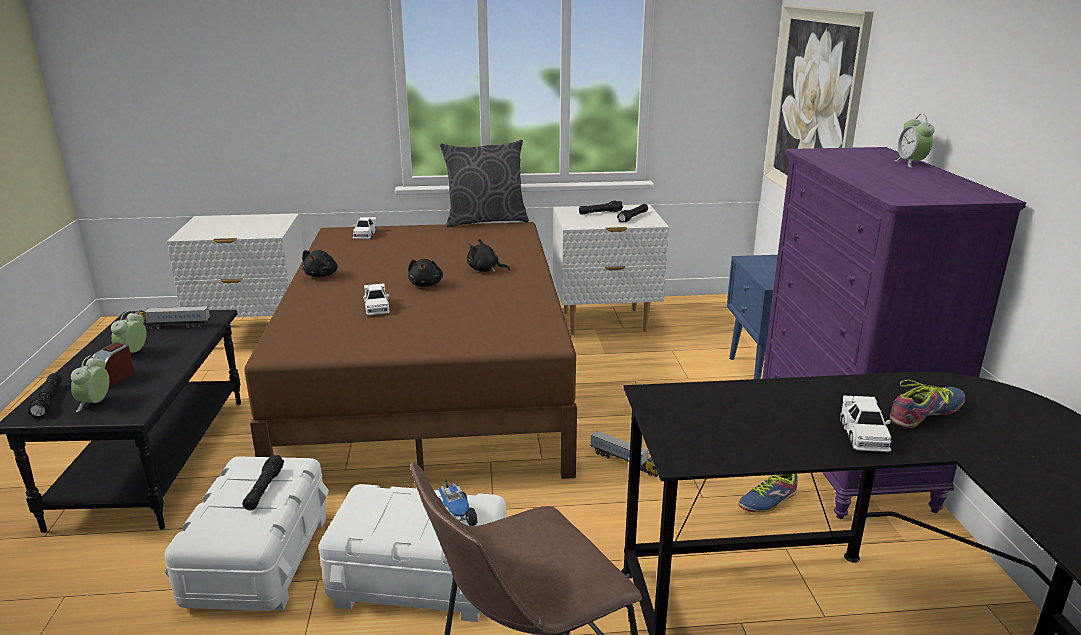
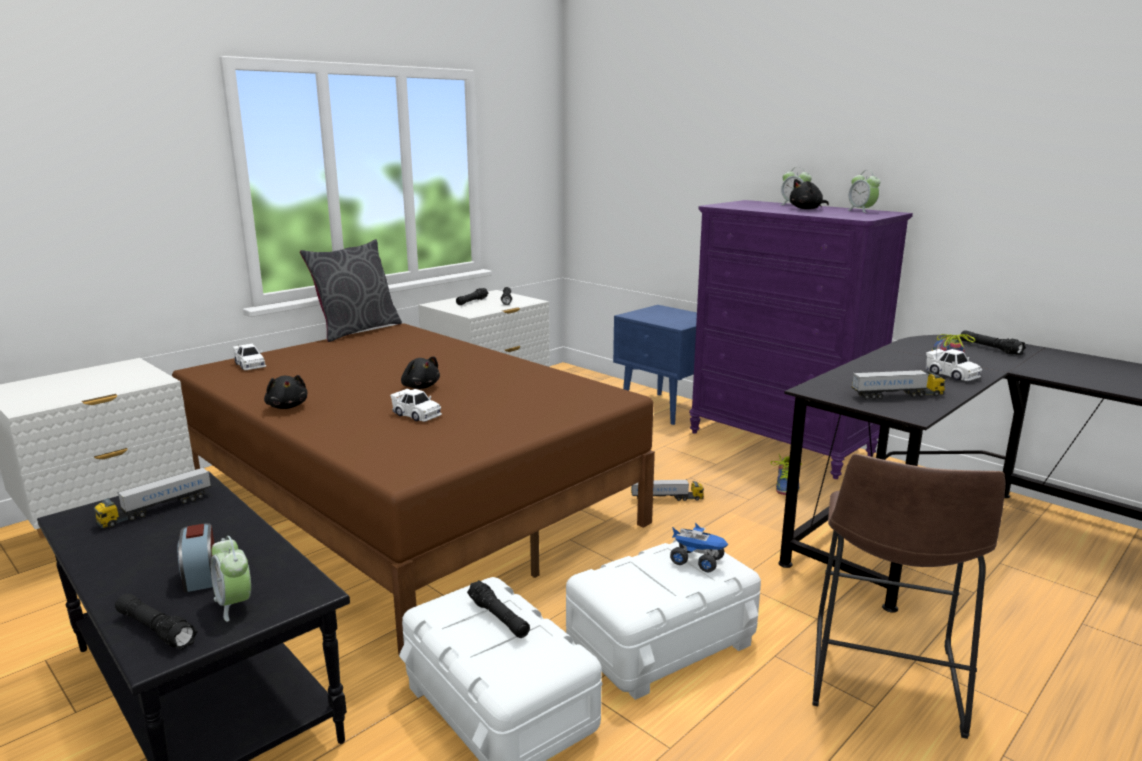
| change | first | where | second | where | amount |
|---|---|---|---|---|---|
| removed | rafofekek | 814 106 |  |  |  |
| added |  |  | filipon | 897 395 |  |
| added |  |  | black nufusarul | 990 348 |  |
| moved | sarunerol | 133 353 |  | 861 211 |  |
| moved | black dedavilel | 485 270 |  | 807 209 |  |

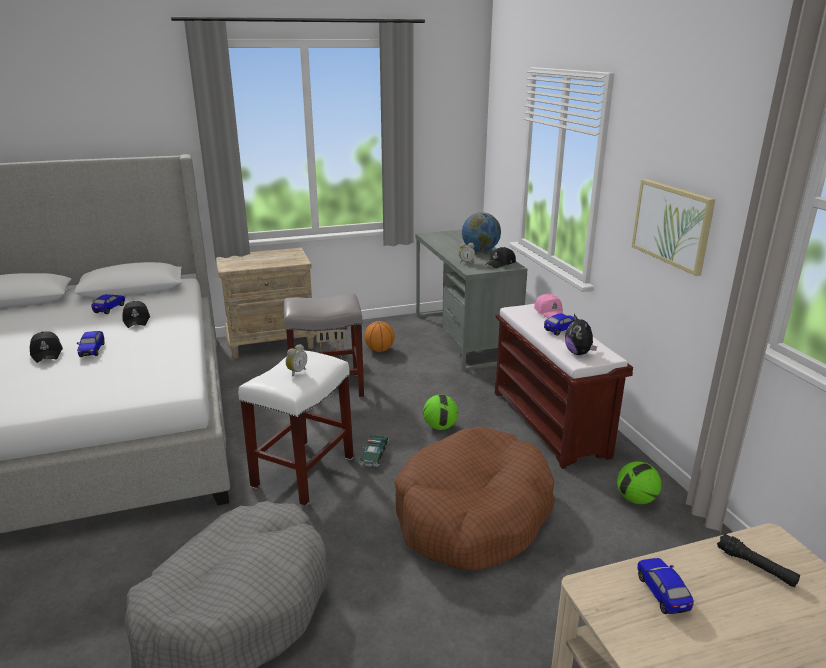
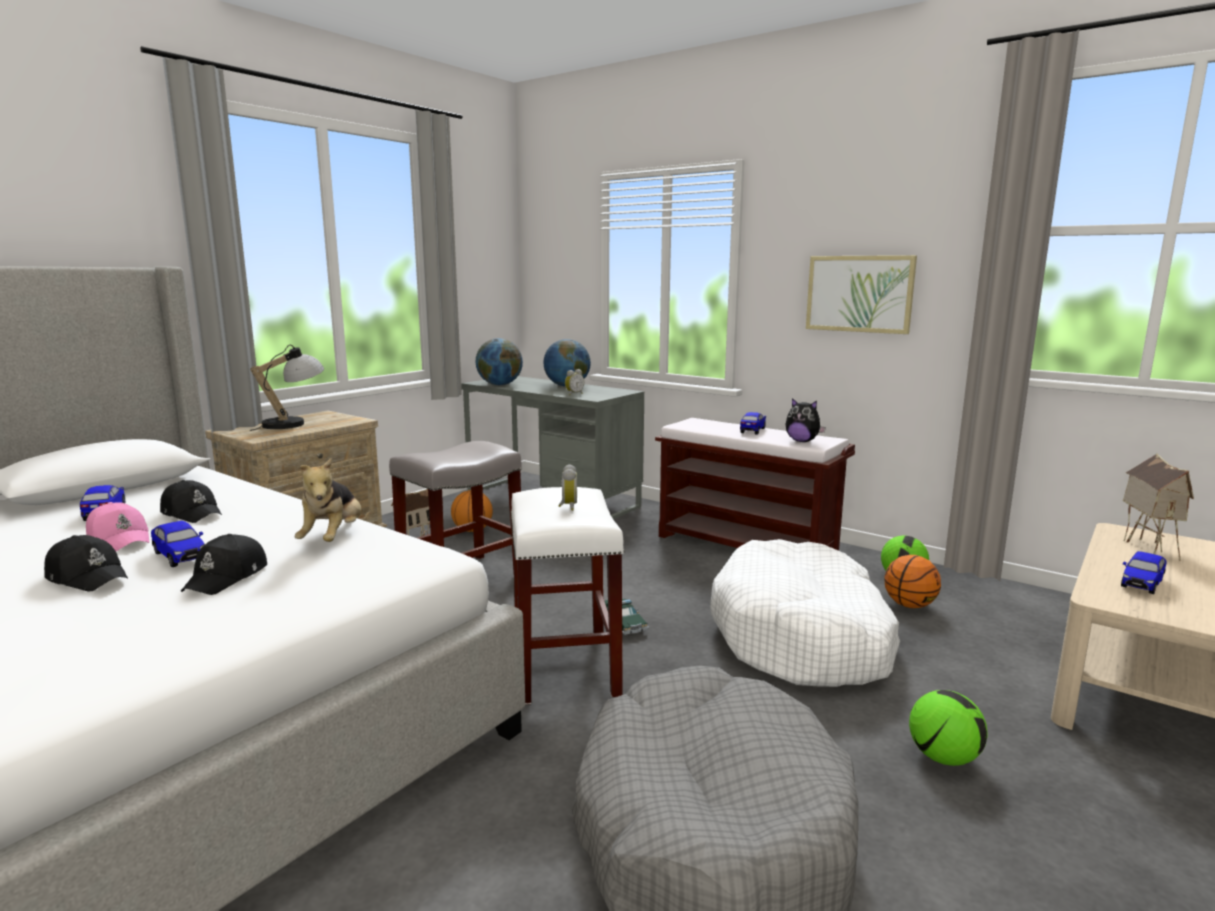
| change | first | where | second | where | amount |
|---|---|---|---|---|---|
| added |  |  | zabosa | 293 423 |  |
| added |  |  | dedavilel | 333 538 |  |
| added |  |  | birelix | 499 385 |  |
| added |  |  | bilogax | 909 605 |  |
| moved | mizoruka | 440 427 |  | 943 758 |  |
| moved | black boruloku | 501 263 |  | 227 577 |  |
| moved | pink boruloku | 549 312 |  | 120 539 |  |
| replaced | black nufusarul | 755 566 | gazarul | 1146 548 |  |
| recoloured | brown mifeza | 473 515 | white mifeza | 802 637 |  |
| turned | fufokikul | 662 593 |  | 1141 583 | 90 degrees counterclockwise |

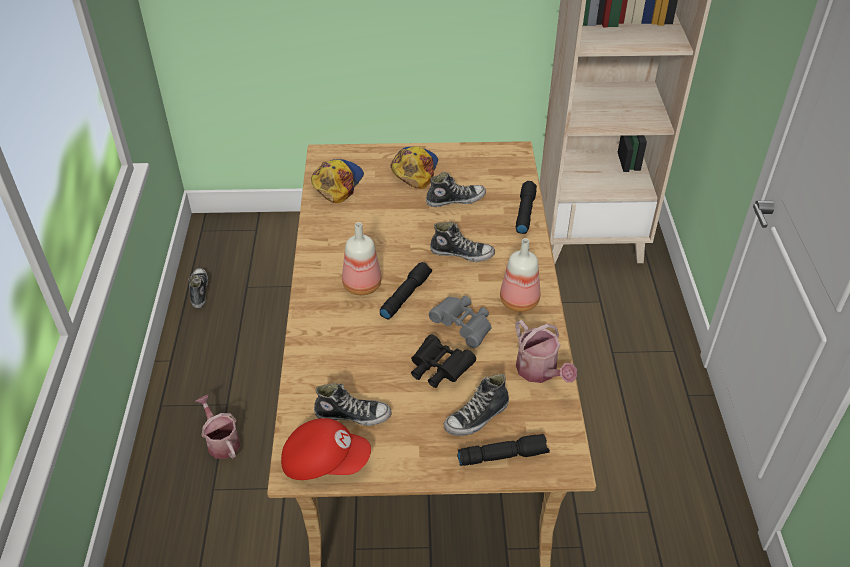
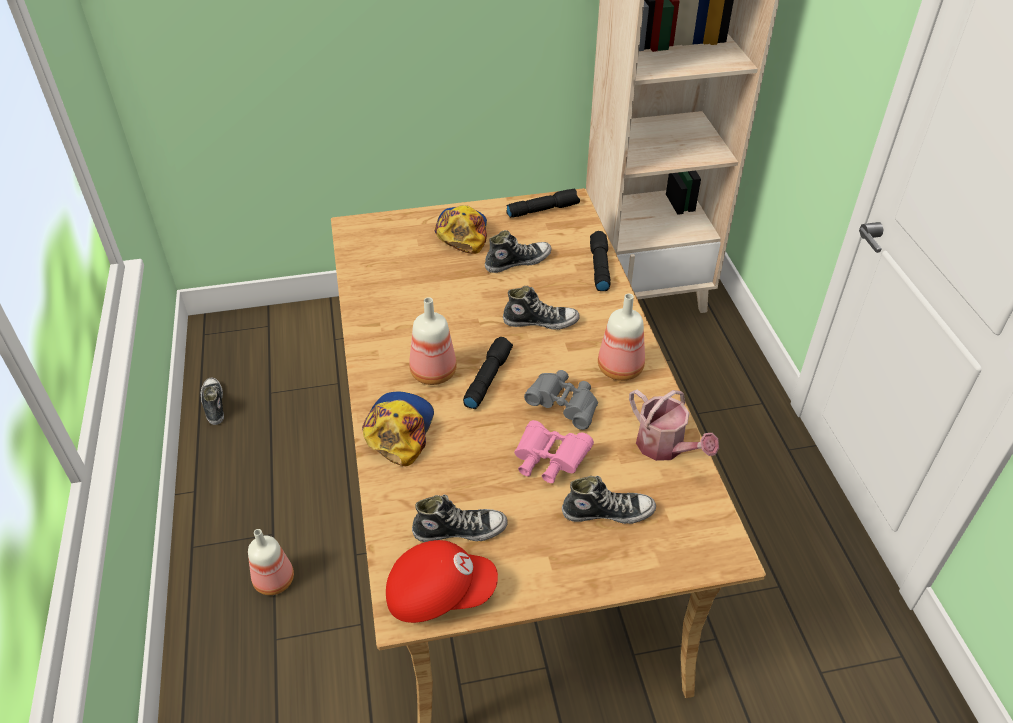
| change | first | where | second | where | amount |
|---|---|---|---|---|---|
| moved | boruloku | 337 182 |  | 399 430 |  |
| moved | black nufusarul | 503 455 |  | 543 209 |  |
| replaced | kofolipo | 221 441 | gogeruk | 274 579 |  |
| recoloured | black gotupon | 438 370 | pink gotupon | 548 461 |  |
| turned | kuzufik | 477 417 |  | 607 512 | 135 degrees counterclockwise |

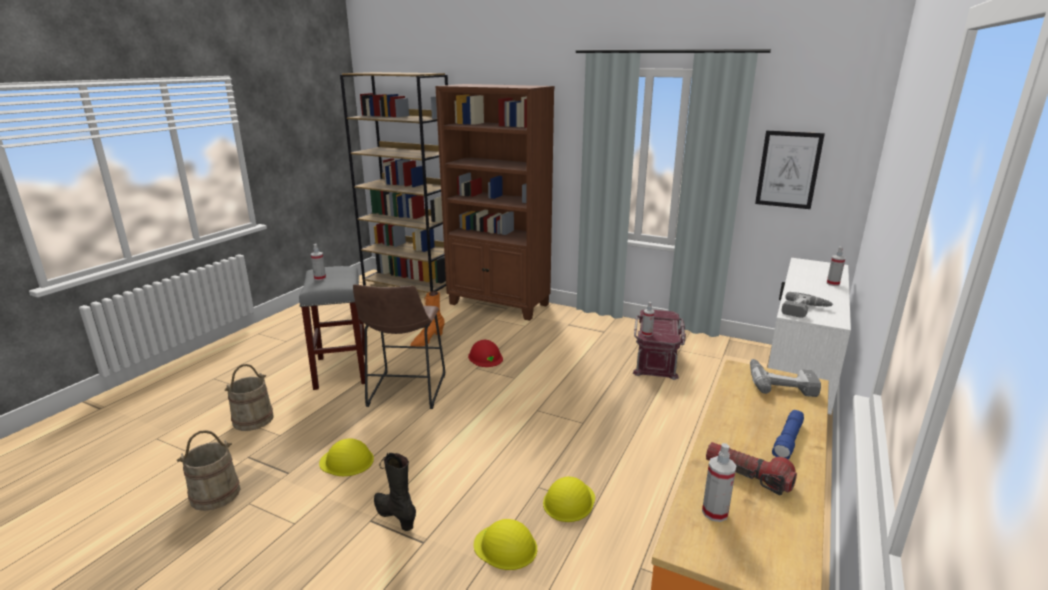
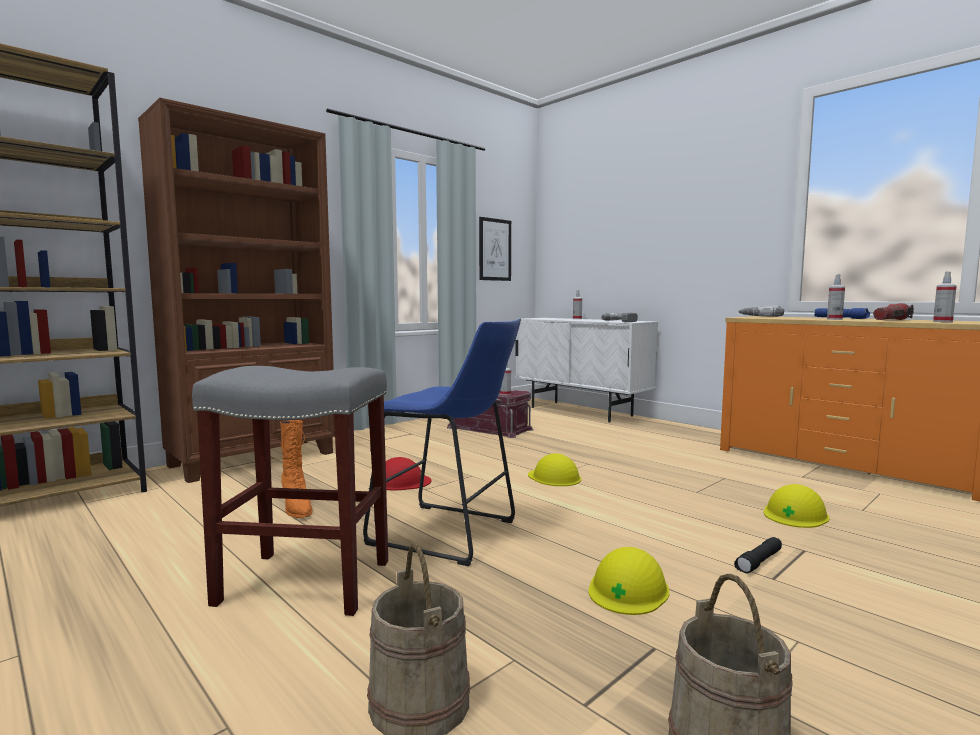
| change | first | where | second | where | amount |
|---|---|---|---|---|---|
| moved | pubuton | 320 278 |  | 834 319 |  |
| moved | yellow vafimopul | 569 501 |  | 554 477 |  |
| replaced | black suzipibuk | 395 516 | black nufusarul | 759 562 |  |
| recoloured | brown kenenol | 405 392 | blue kenenol | 450 534 |  |

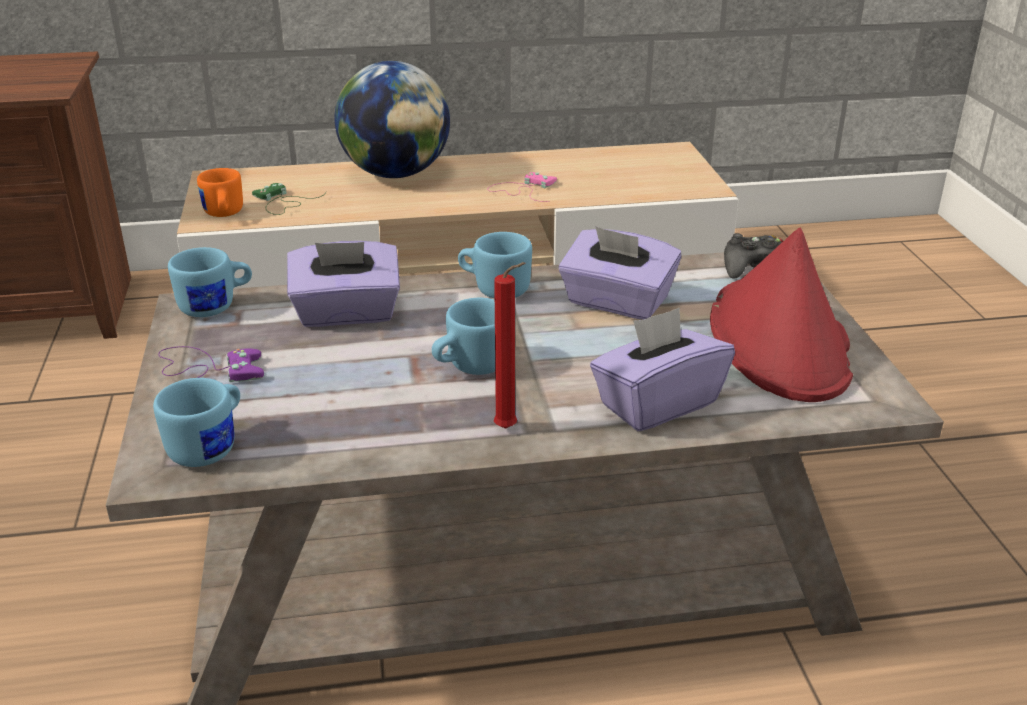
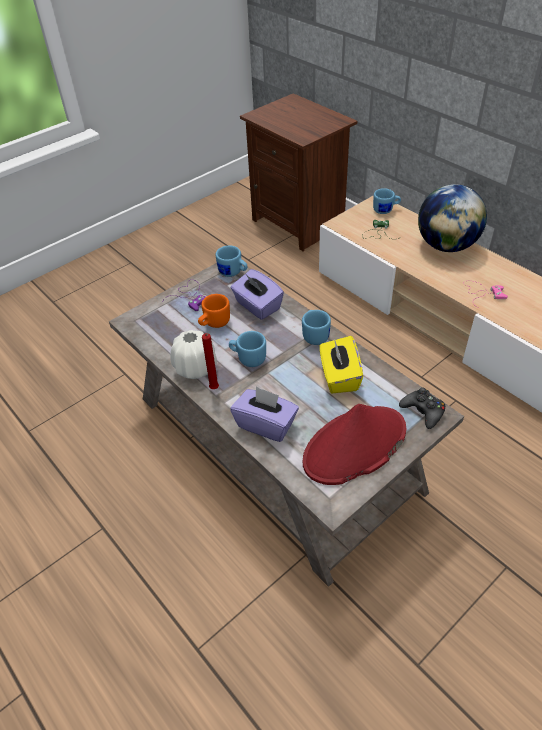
| change | first | where | second | where | amount |
|---|---|---|---|---|---|
| added |  |  | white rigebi | 195 368 |  |
| moved | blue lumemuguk | 211 446 |  | 386 210 |  |
| moved | orange lumemuguk | 223 214 |  | 214 323 |  |
| recoloured | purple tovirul | 616 302 | yellow tovirul | 339 377 |  |

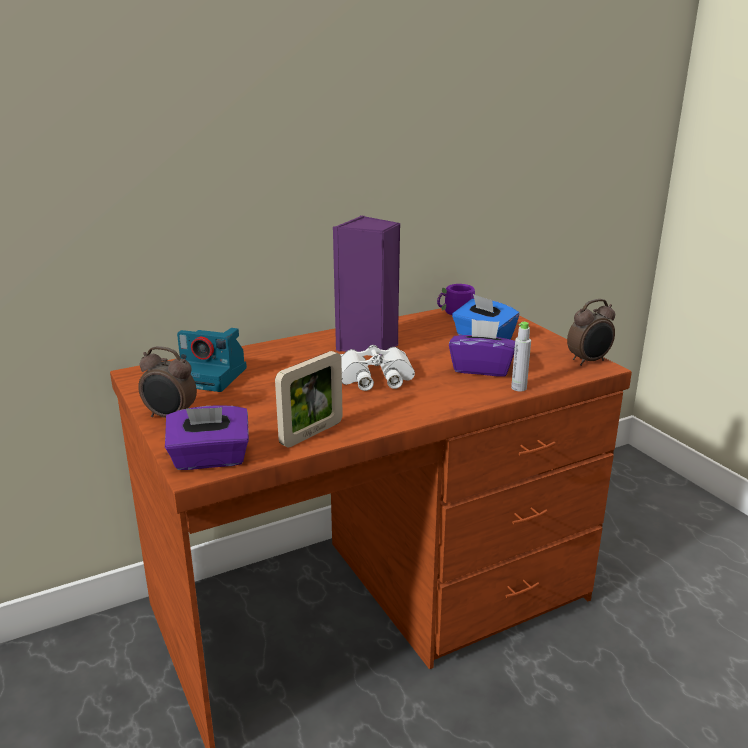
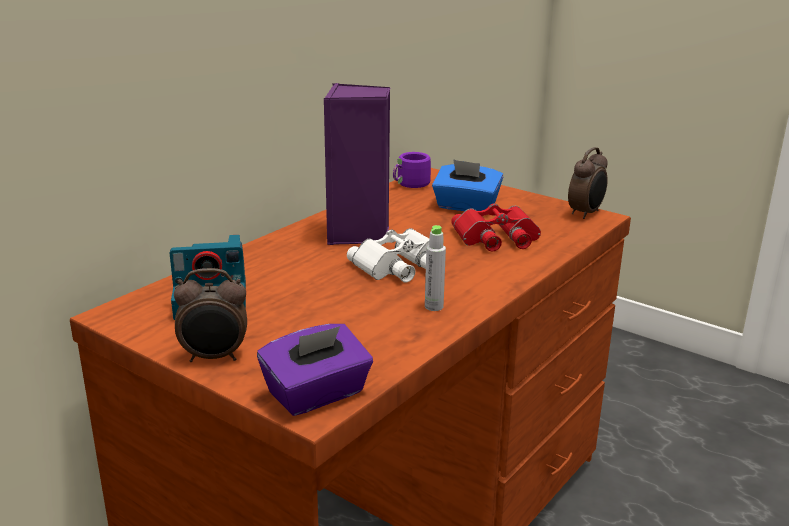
| change | first | where | second | where | amount |
|---|---|---|---|---|---|
| removed | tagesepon | 311 433 |  |  |  |
| moved | grey gogeruk | 519 388 |  | 434 306 |  |
| replaced | purple tovirul | 481 368 | red gotupon | 497 238 |  |

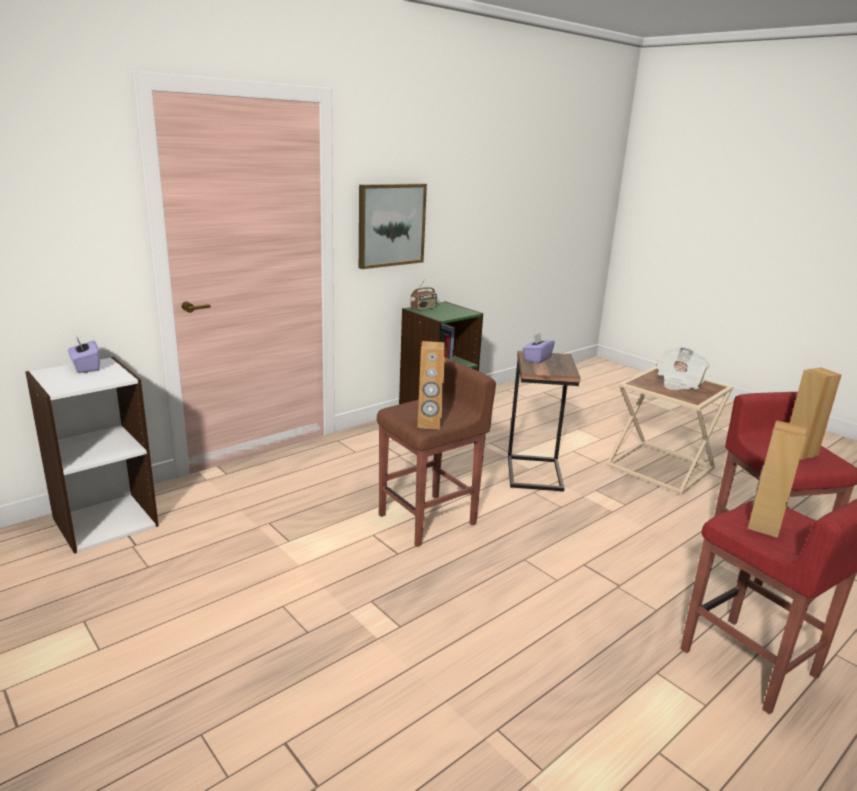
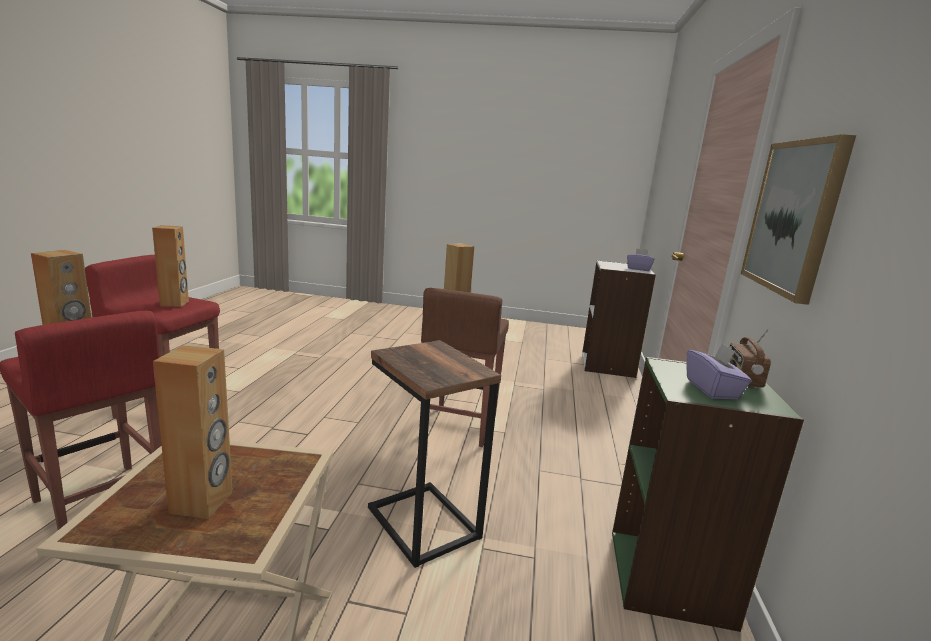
| change | first | where | second | where | amount |
|---|---|---|---|---|---|
| moved | purple tovirul | 537 359 |  | 712 389 |  |
| replaced | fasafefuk | 678 382 | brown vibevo | 202 502 |  |

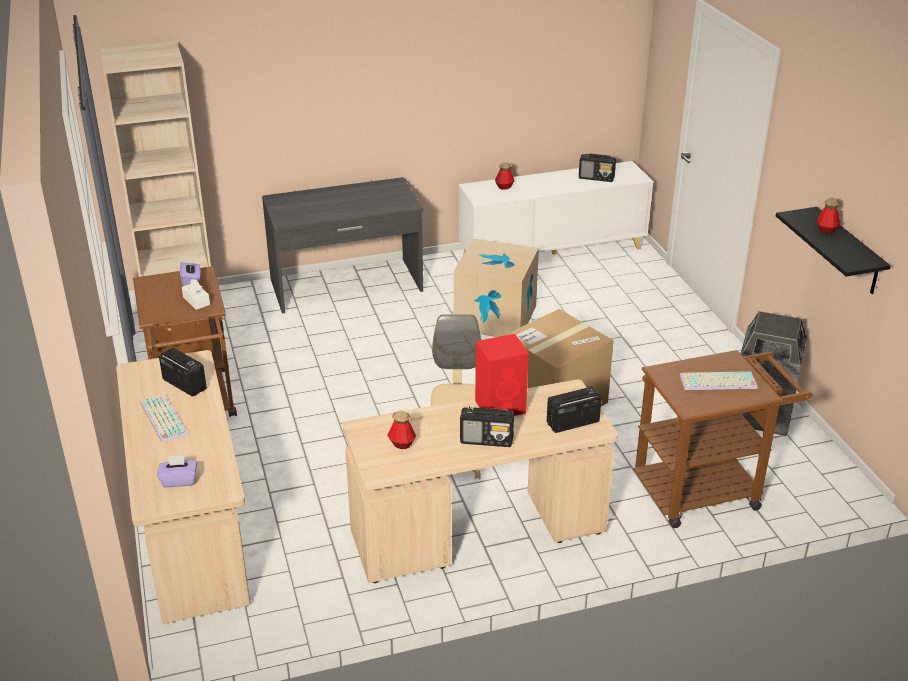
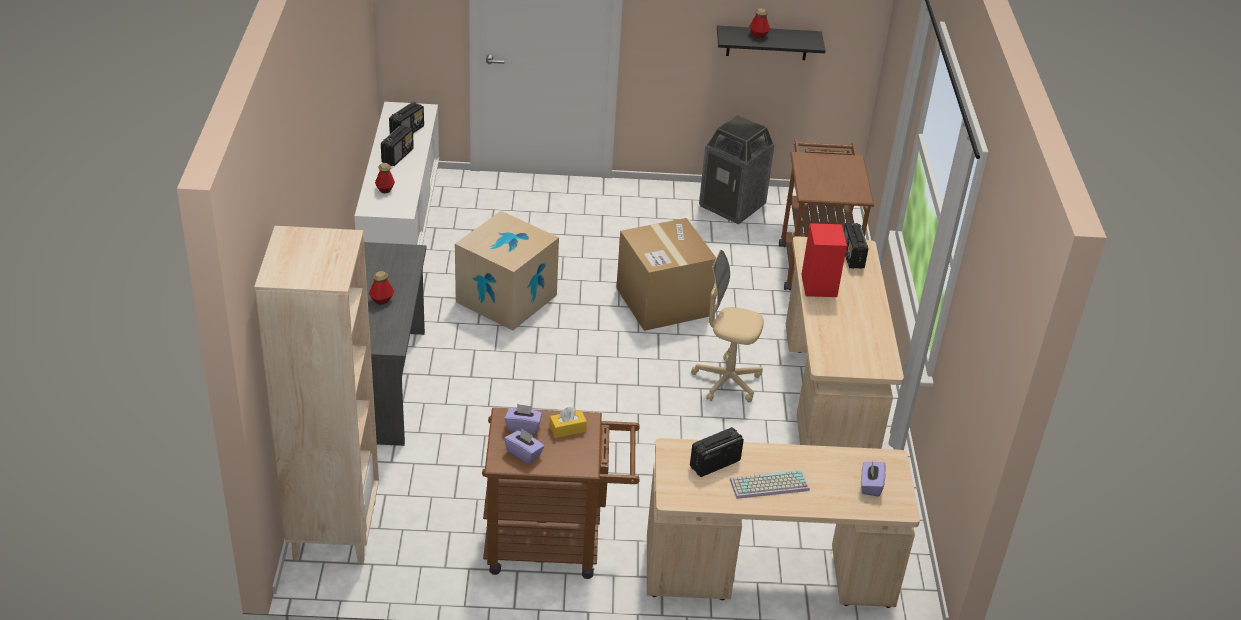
| change | first | where | second | where | amount |
|---|---|---|---|---|---|
| removed | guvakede | 717 382 |  |  |  |
| added |  |  | purple tovirul | 524 453 |  |
| moved | gogeruk | 401 444 |  | 382 300 |  |
| moved | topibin | 487 440 |  | 398 156 |  |
| recoloured | white tovirul | 196 301 | yellow tovirul | 567 429 |  |

